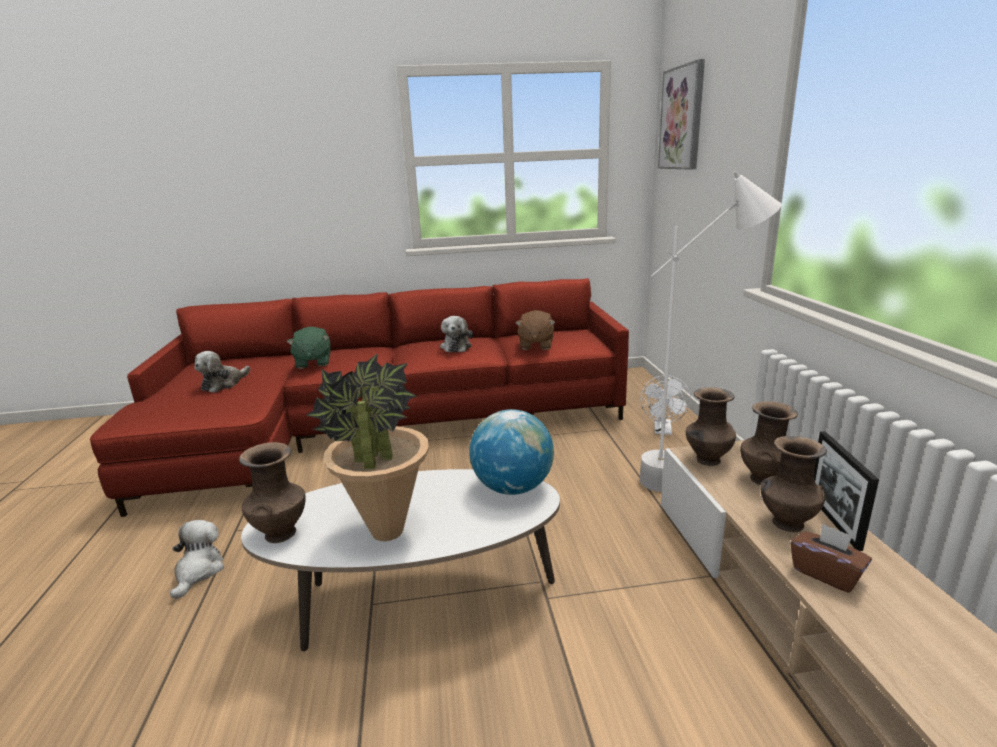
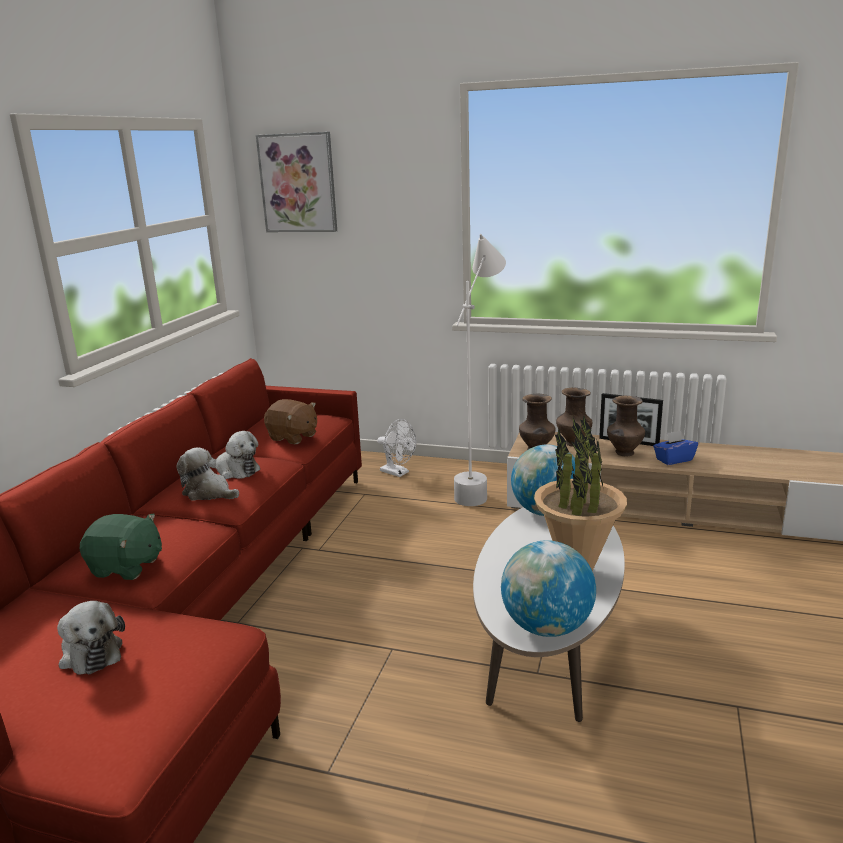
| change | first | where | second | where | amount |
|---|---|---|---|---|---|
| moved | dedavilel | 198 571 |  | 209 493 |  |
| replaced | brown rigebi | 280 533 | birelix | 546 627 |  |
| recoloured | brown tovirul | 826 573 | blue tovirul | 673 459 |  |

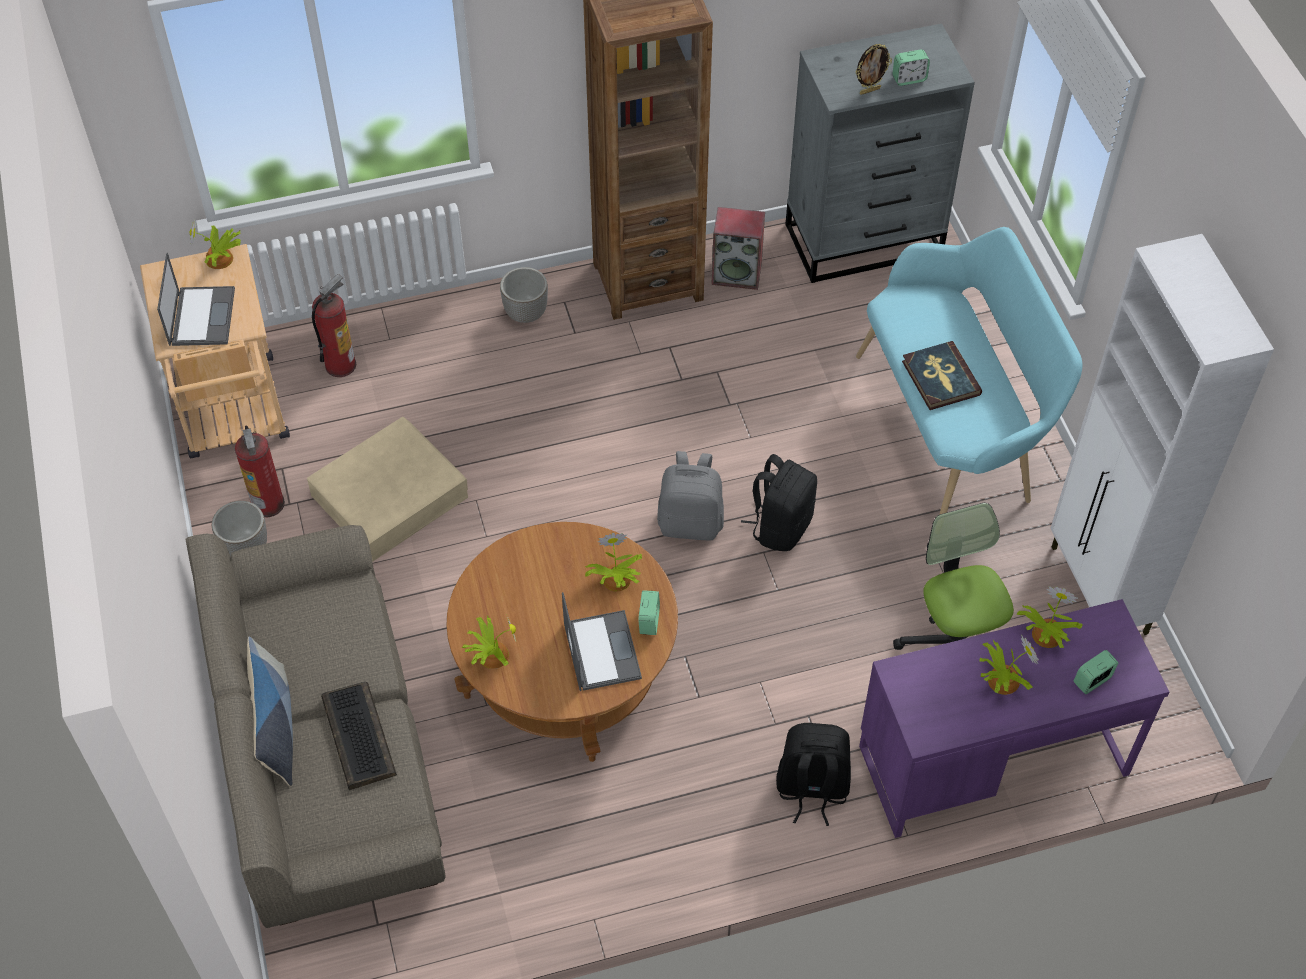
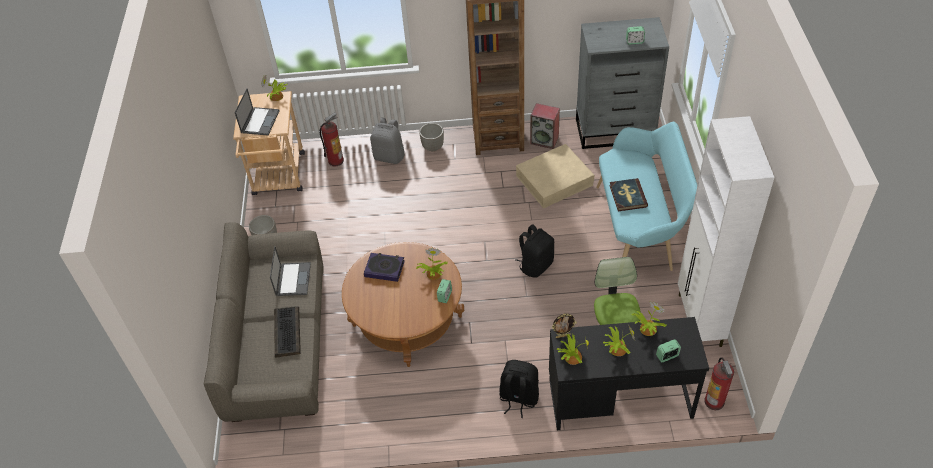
| change | first | where | second | where | amount |
|---|---|---|---|---|---|
| removed | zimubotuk | 275 726 |  |  |  |
| added |  |  | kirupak | 384 269 |  |
| moved | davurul | 268 504 |  | 714 401 |  |
| moved | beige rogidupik | 389 496 |  | 554 180 |  |
| moved | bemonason | 491 655 |  | 572 356 |  |
| moved | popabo | 601 650 |  | 293 279 |  |
| moved | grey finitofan | 691 523 |  | 390 156 |  |
| moved | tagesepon | 869 90 |  | 563 336 |  |
| recoloured | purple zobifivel | 992 760 | black zobifivel | 619 398 |  |

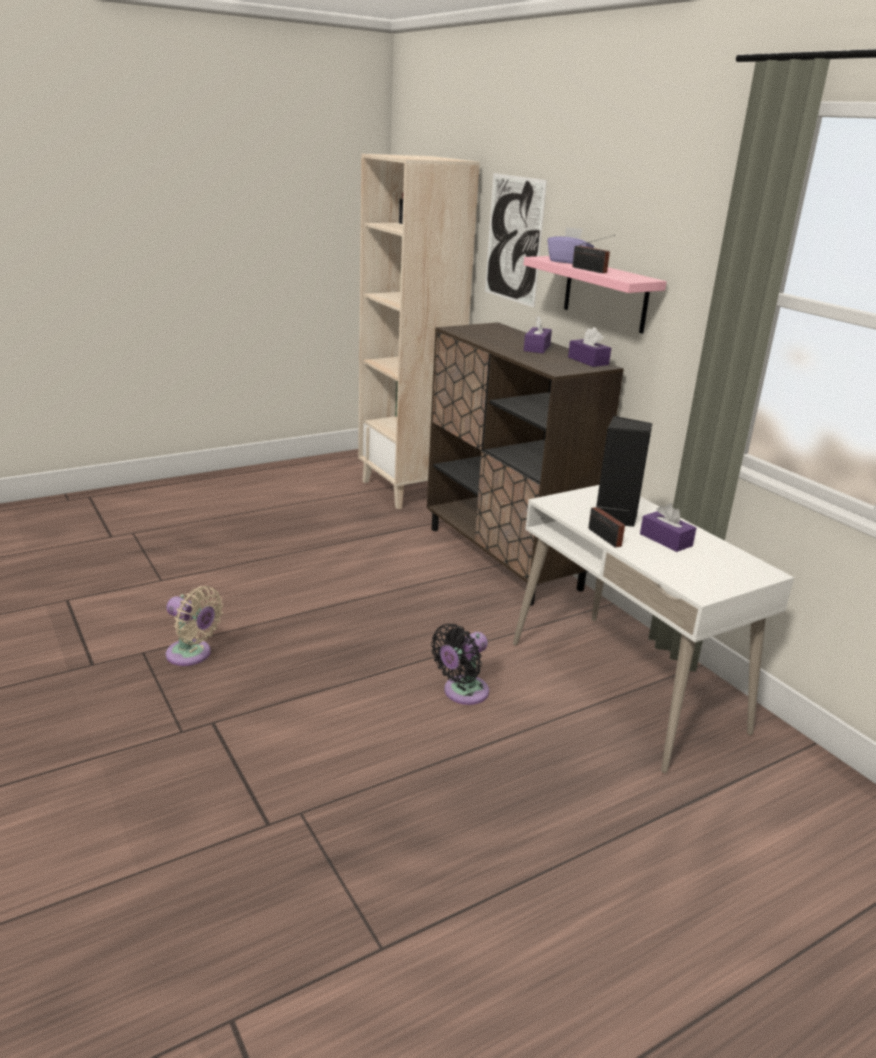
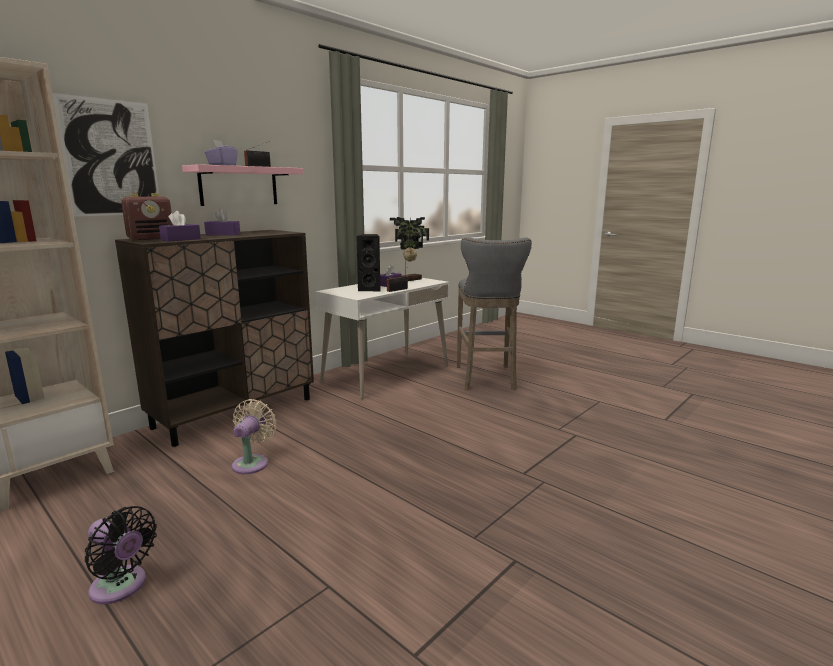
| change | first | where | second | where | amount |
|---|---|---|---|---|---|
| added |  |  | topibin | 151 238 |  |
| added |  |  | bemonason | 410 279 |  |
| added |  |  | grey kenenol | 486 379 |  |
| moved | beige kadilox | 192 655 |  | 252 462 |  |
| moved | black kadilox | 462 693 |  | 121 587 |  |
| moved | purple tovirul | 588 361 |  | 181 239 |  |

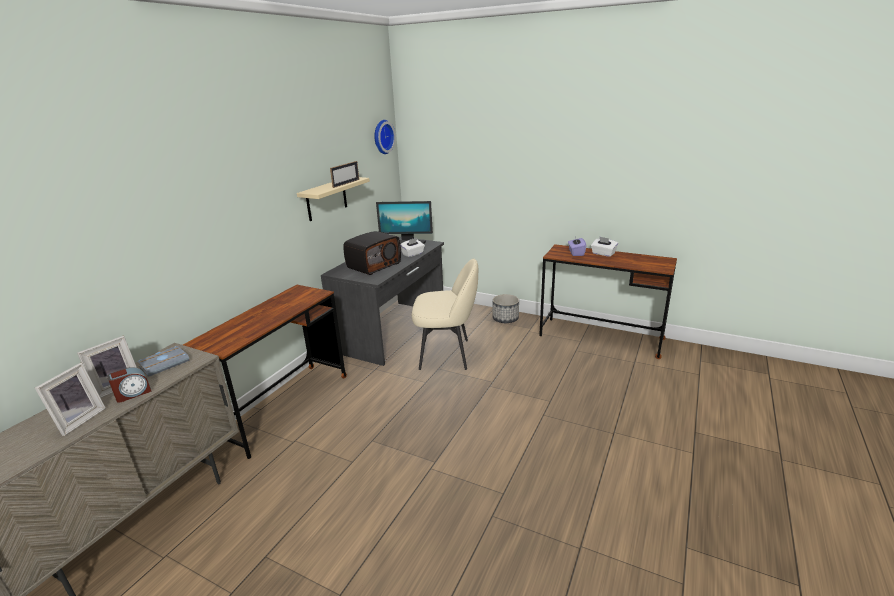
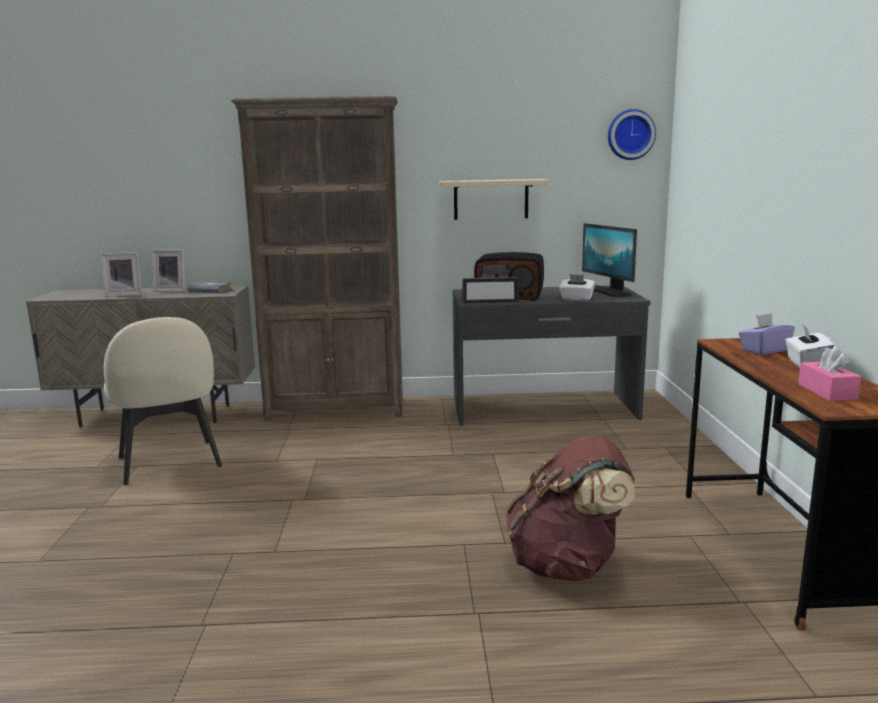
| change | first | where | second | where | amount |
|---|---|---|---|---|---|
| removed | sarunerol | 133 394 |  |  |  |
| removed | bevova | 505 319 |  |  |  |
| added |  |  | brown finitofan | 568 566 |  |
| added |  |  | pink tovirul | 827 392 |  |
| moved | tagesepon | 346 183 |  | 490 303 |  |
| moved | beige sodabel | 446 354 |  | 169 463 |  |
| replaced | brown zobifivel | 284 407 | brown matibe | 337 409 |  |

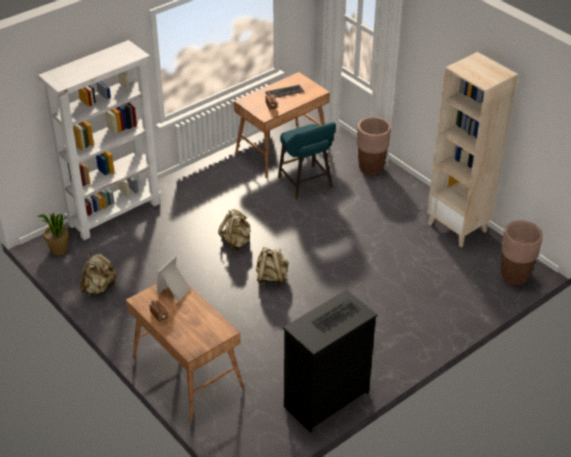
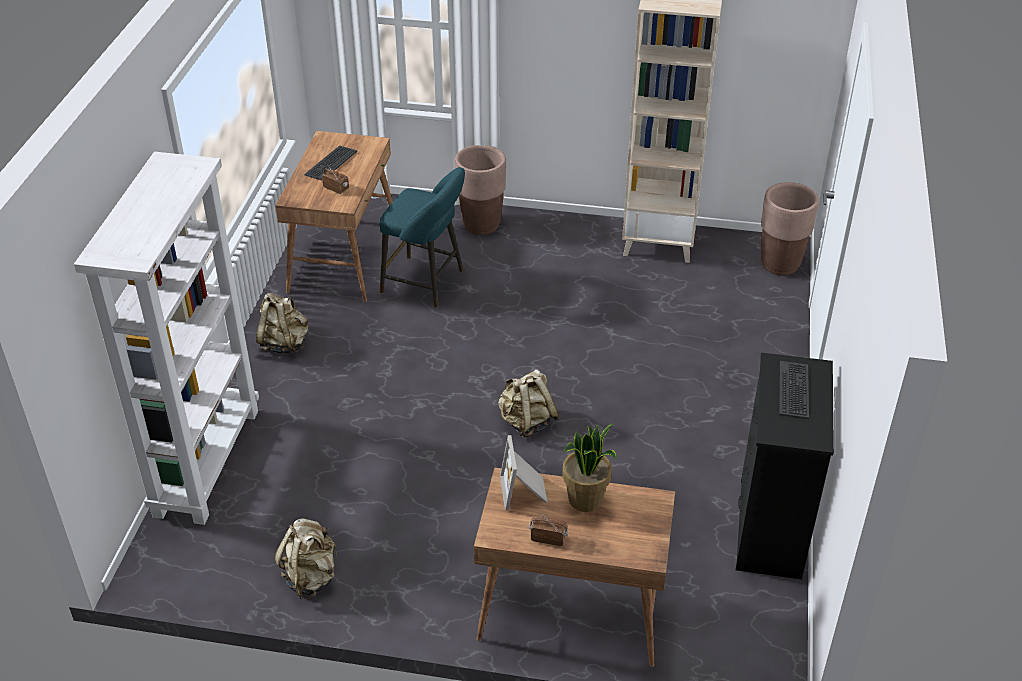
| change | first | where | second | where | amount |
|---|---|---|---|---|---|
| moved | bemonason | 59 250 |  | 586 500 |  |
| moved | beige finitofan | 236 243 |  | 284 343 |  |

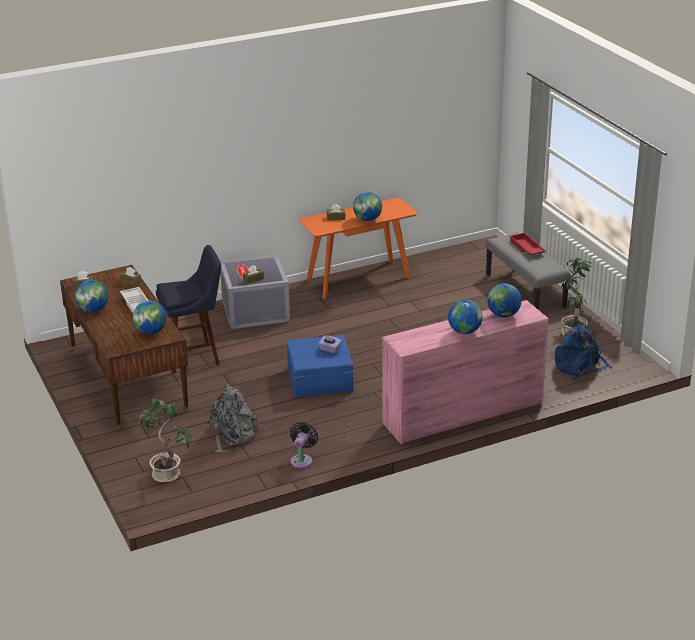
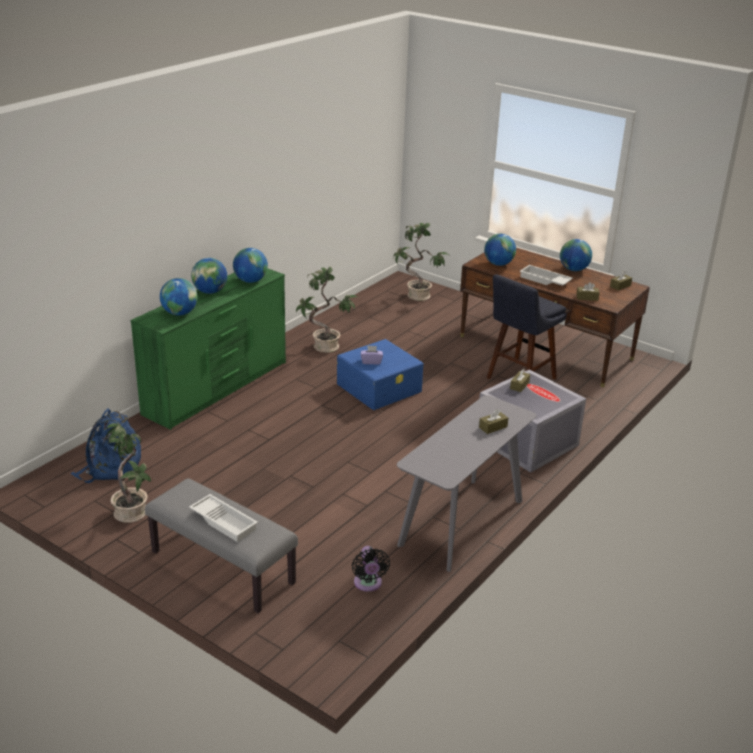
| change | first | where | second | where | amount |
|---|---|---|---|---|---|
| removed | grey finitofan | 233 435 |  |  |  |
| added |  |  | bemonason | 325 347 |  |
| moved | black kadilox | 302 460 |  | 368 584 |  |
| moved | birelix | 367 219 |  | 250 281 |  |
| recoloured | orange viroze | 358 278 | grey viroze | 462 523 |  |
| recoloured | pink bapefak | 462 413 | green bapefak | 217 388 |  |
| recoloured | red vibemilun | 526 248 | white vibemilun | 224 521 |  |

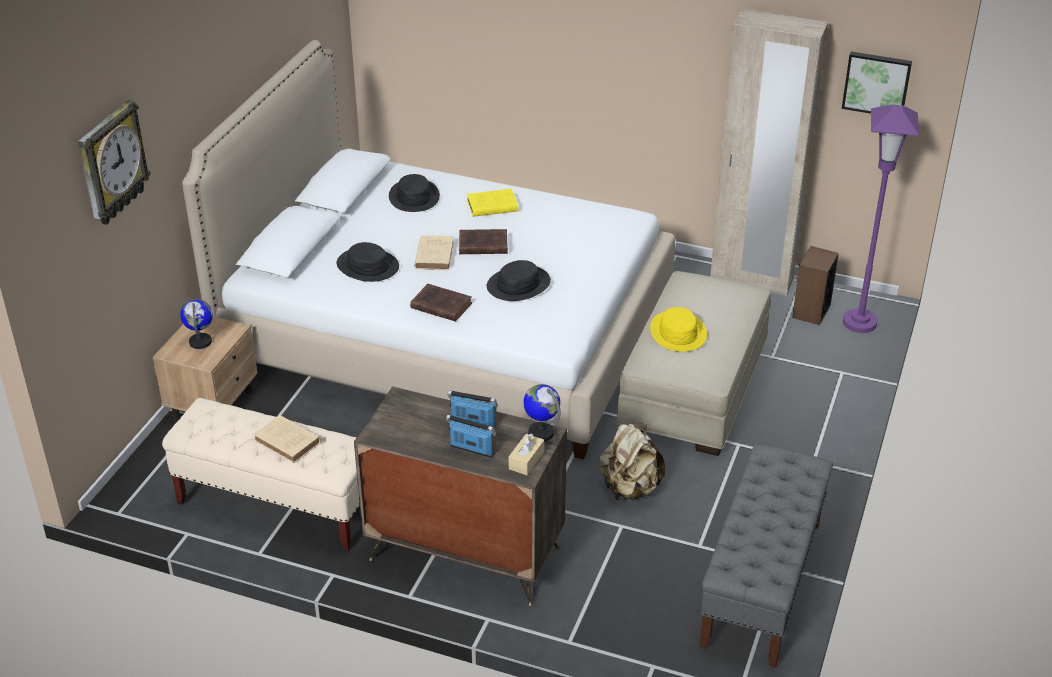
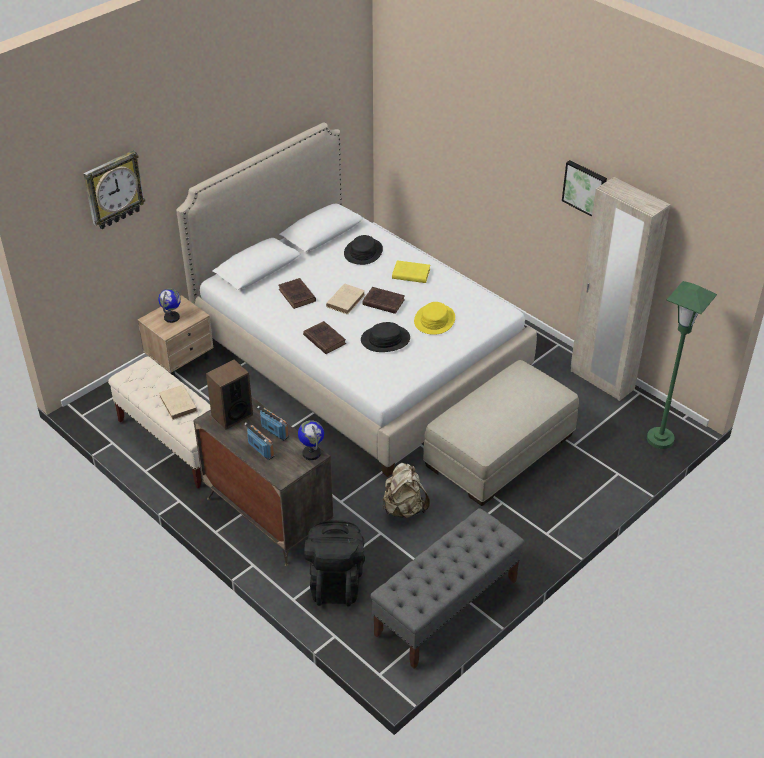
| change | first | where | second | where | amount |
|---|---|---|---|---|---|
| removed | beige tovirul | 526 460 |  |  |  |
| added |  |  | black finitofan | 336 582 |  |
| moved | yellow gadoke | 678 332 |  | 434 320 |  |
| moved | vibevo | 811 311 |  | 232 415 |  |
| moved | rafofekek | 876 83 |  | 585 188 |  |
| replaced | black gadoke | 367 266 | brown kirupak | 297 296 |  |
| recoloured | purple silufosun | 859 323 | green silufosun | 660 439 |  |

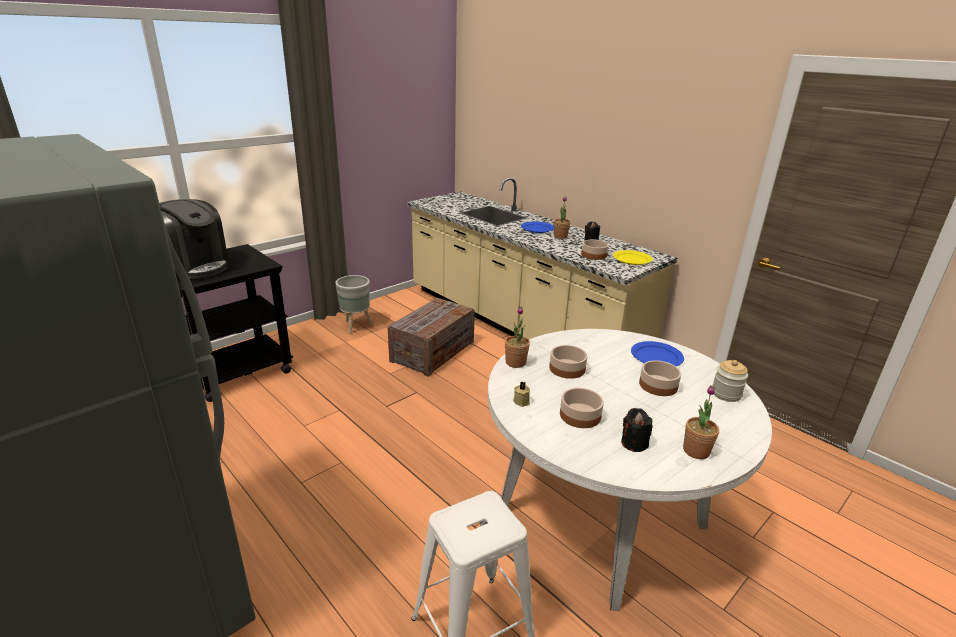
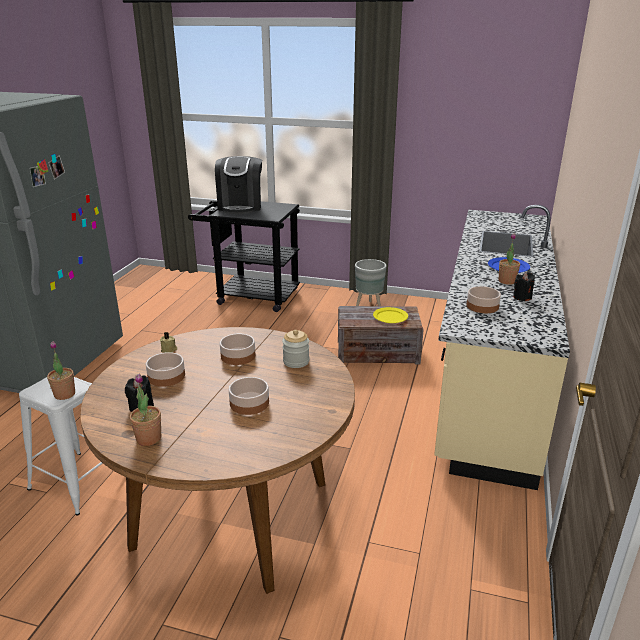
| change | first | where | second | where | amount |
|---|---|---|---|---|---|
| removed | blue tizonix | 656 357 |  |  |  |
| moved | bemonason | 515 362 |  | 64 394 |  |
| moved | yellow tizonix | 631 259 |  | 390 317 |  |
| moved | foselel | 726 394 |  | 296 361 |  |
| recoloured | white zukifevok | 601 517 | brown zukifevok | 232 514 |  |

